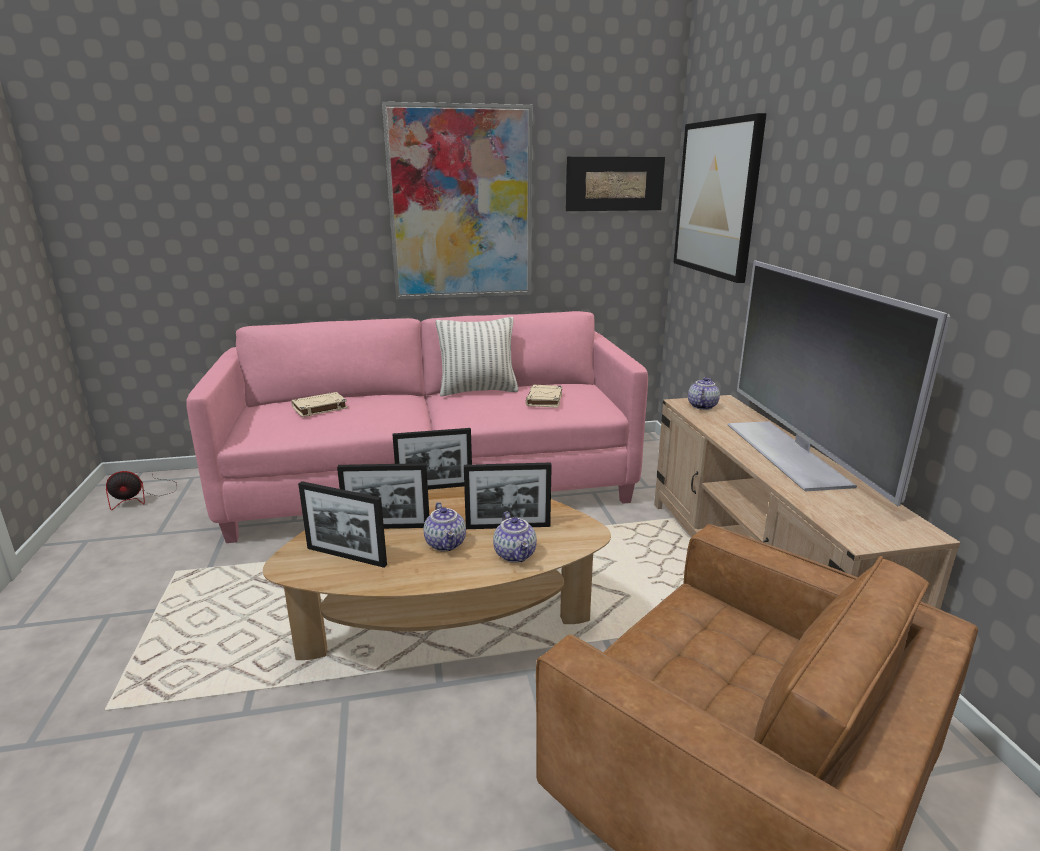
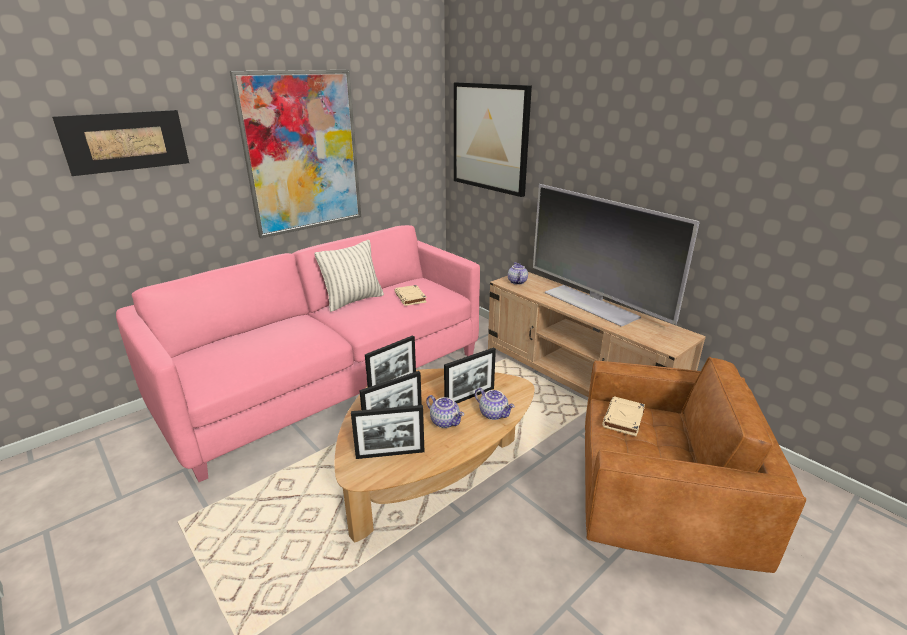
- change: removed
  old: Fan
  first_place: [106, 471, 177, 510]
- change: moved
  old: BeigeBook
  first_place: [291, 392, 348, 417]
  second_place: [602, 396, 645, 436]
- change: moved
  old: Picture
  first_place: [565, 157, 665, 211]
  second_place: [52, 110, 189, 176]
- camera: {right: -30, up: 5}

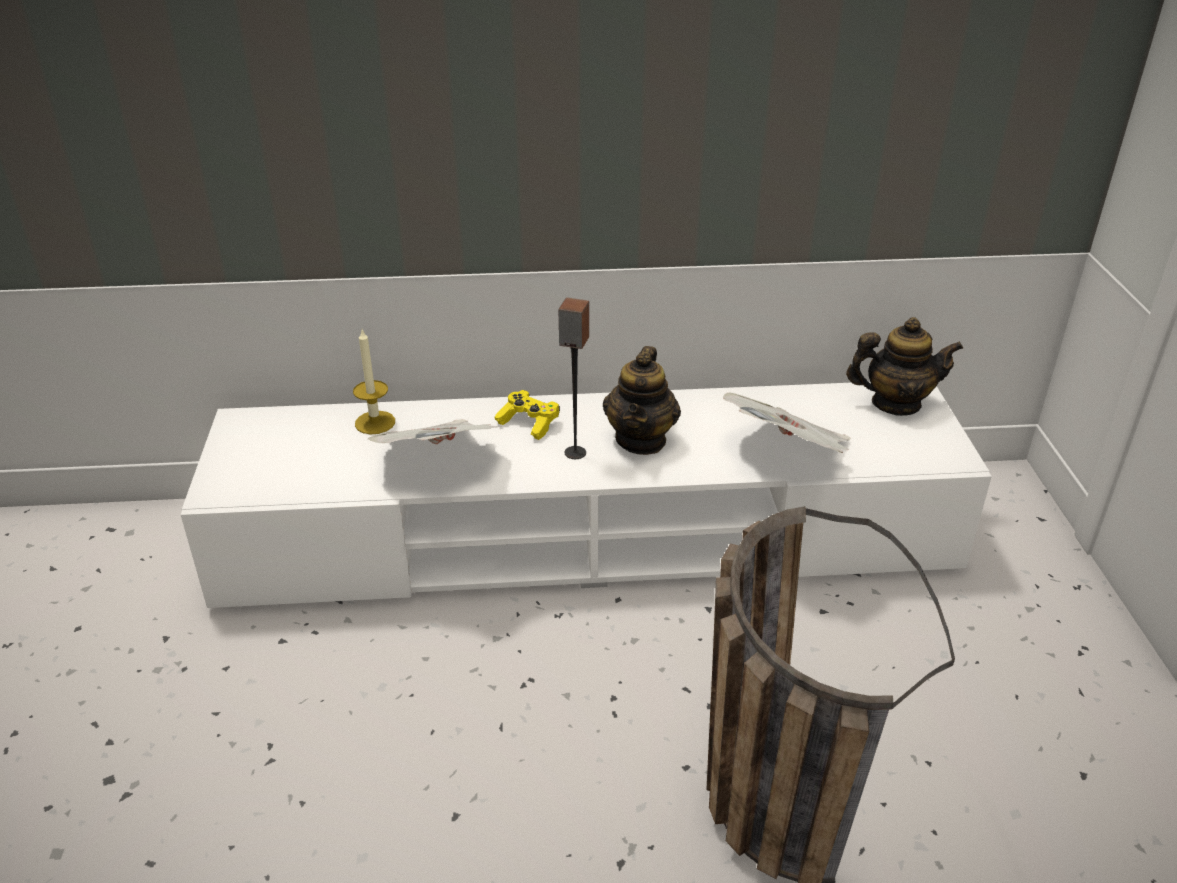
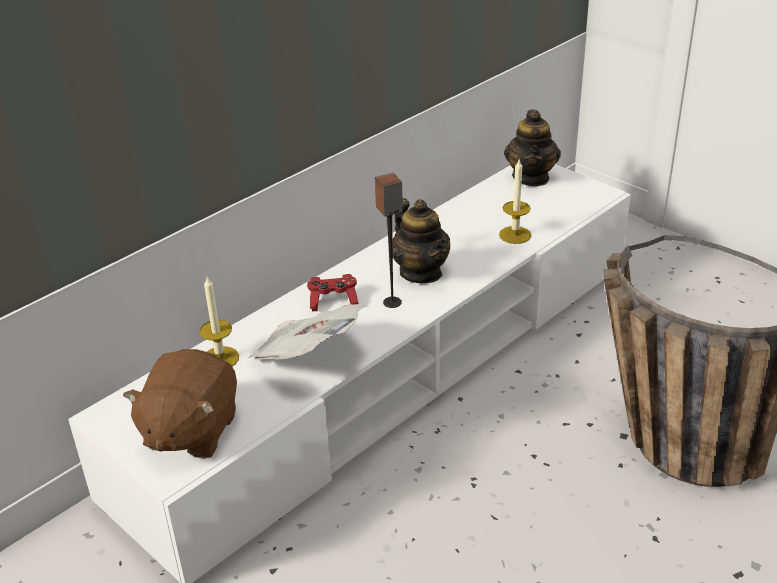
- change: added
  new: BrownPlushToy
  second_place: [123, 349, 237, 459]
- change: replaced
  old: Newspaper
  new: Candle
  first_place: [723, 392, 851, 453]
  second_place: [499, 160, 531, 244]
- change: recoloured
  old: YellowGameController
  new: RedGameController
  first_place: [494, 390, 560, 440]
  second_place: [307, 274, 359, 311]
- change: turned
  old: Teapot
  first_place: [846, 317, 963, 416]
  second_place: [504, 109, 561, 186]
  degrees: 135
- camera: {right: -40, up: 0}

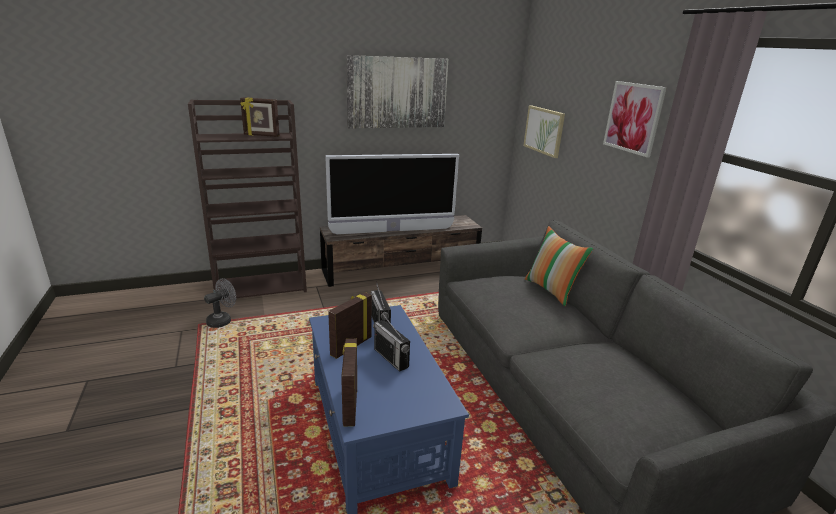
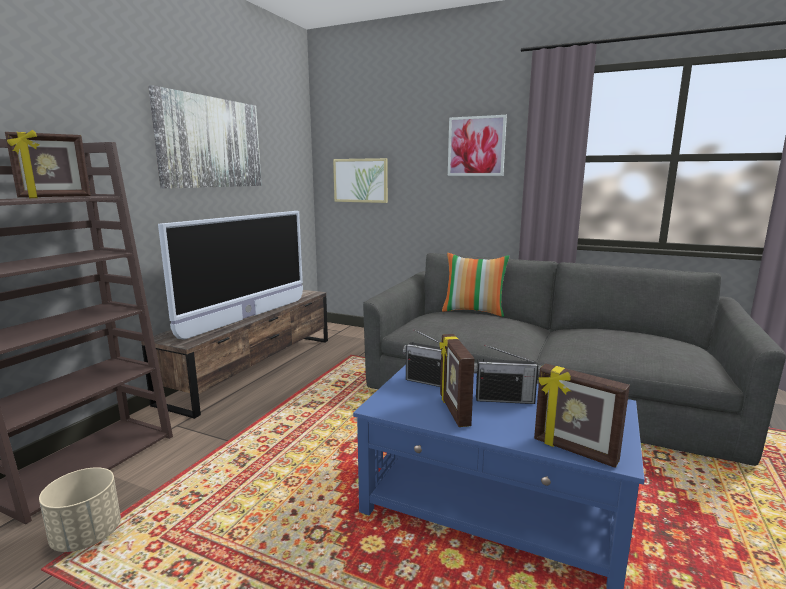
- change: replaced
  old: GreyFan
  new: BeigePlanter
  first_place: [204, 278, 236, 328]
  second_place: [39, 467, 121, 552]
- camera: {right: -45, up: -10}

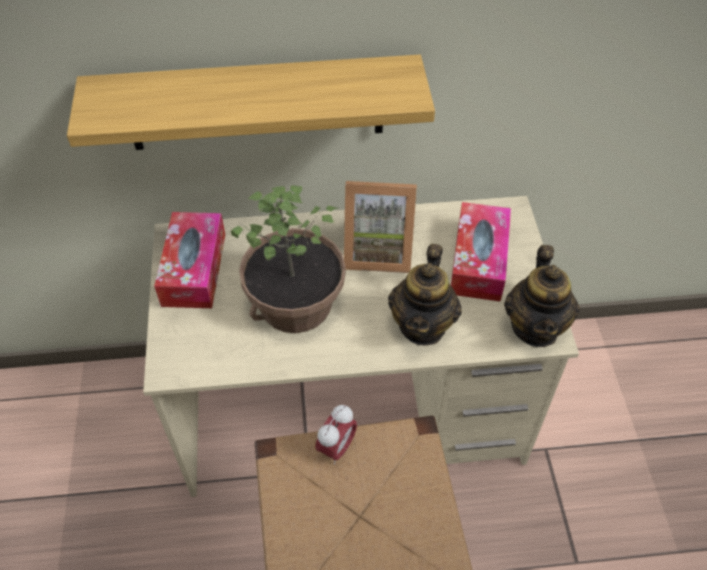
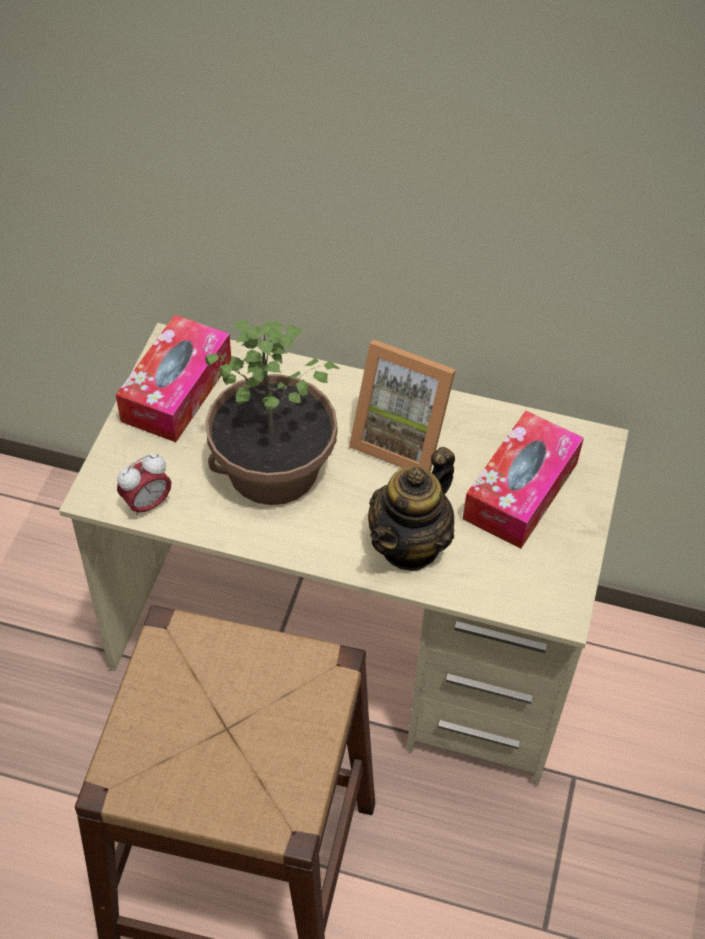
- change: removed
  old: Shelf
  first_place: [67, 55, 435, 150]
- change: removed
  old: Teapot
  first_place: [504, 245, 580, 347]
- change: moved
  old: AlarmClock
  first_place: [315, 405, 357, 465]
  second_place: [117, 454, 172, 519]
- camera: {right: 20, up: 0}

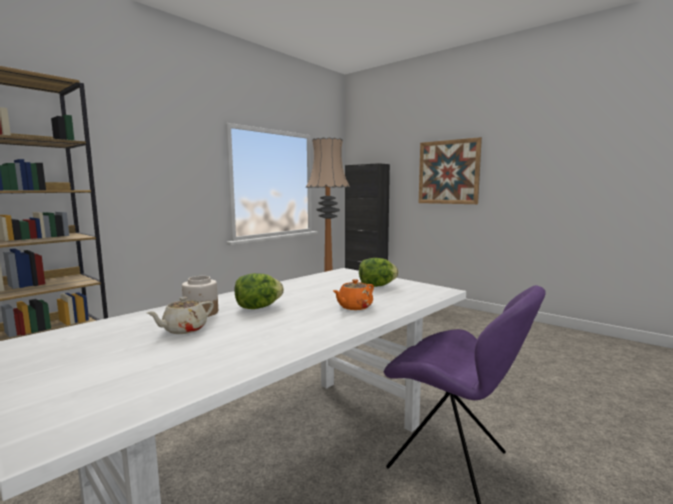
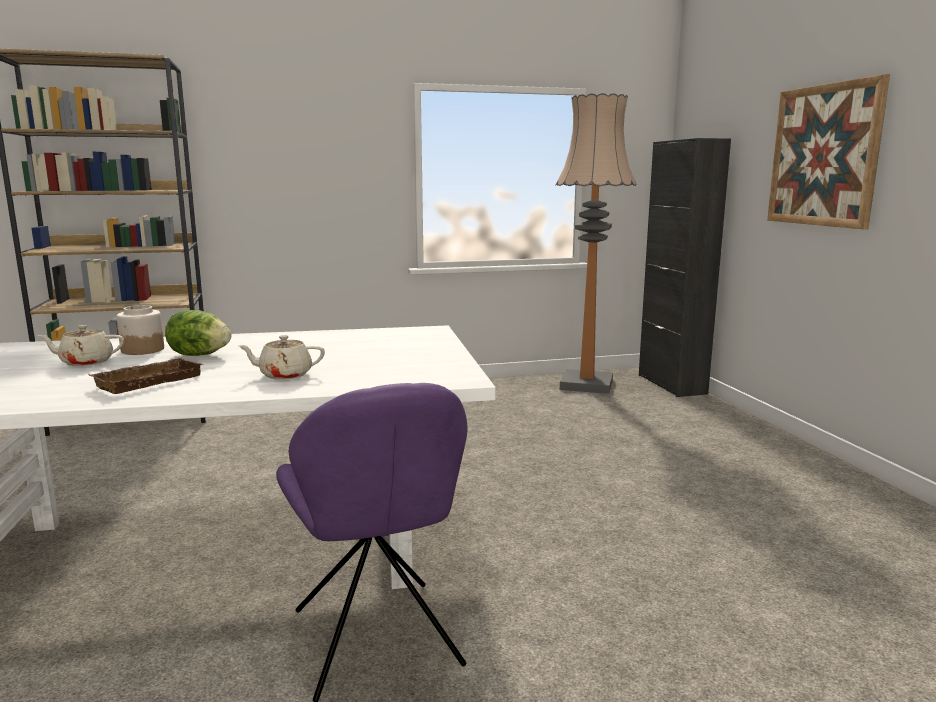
- change: removed
  old: Lettuce
  first_place: [359, 258, 399, 287]
- change: added
  new: BrownTray
  second_place: [88, 358, 204, 394]
- change: recoloured
  old: OrangeTeapot
  new: BeigeTeapot
  first_place: [333, 279, 374, 310]
  second_place: [239, 335, 325, 380]
- camera: {right: 35, up: 5}

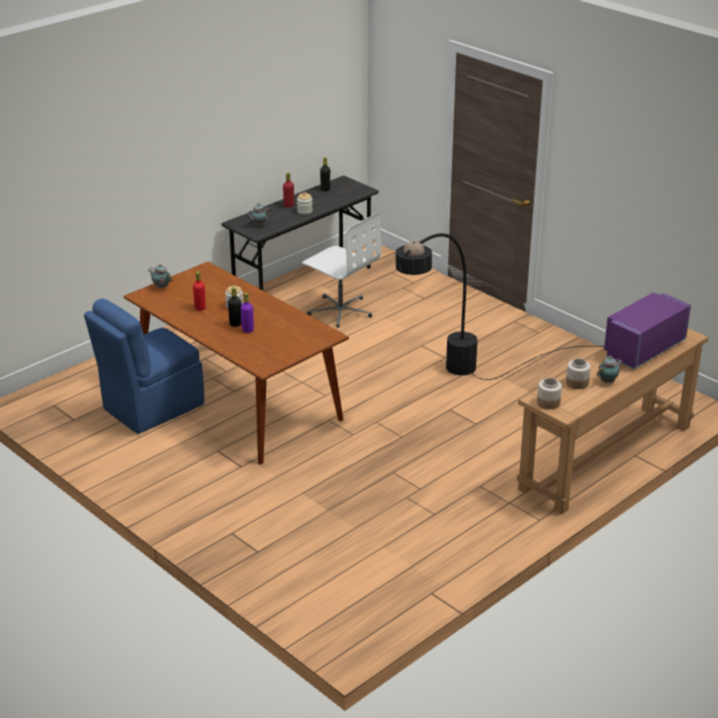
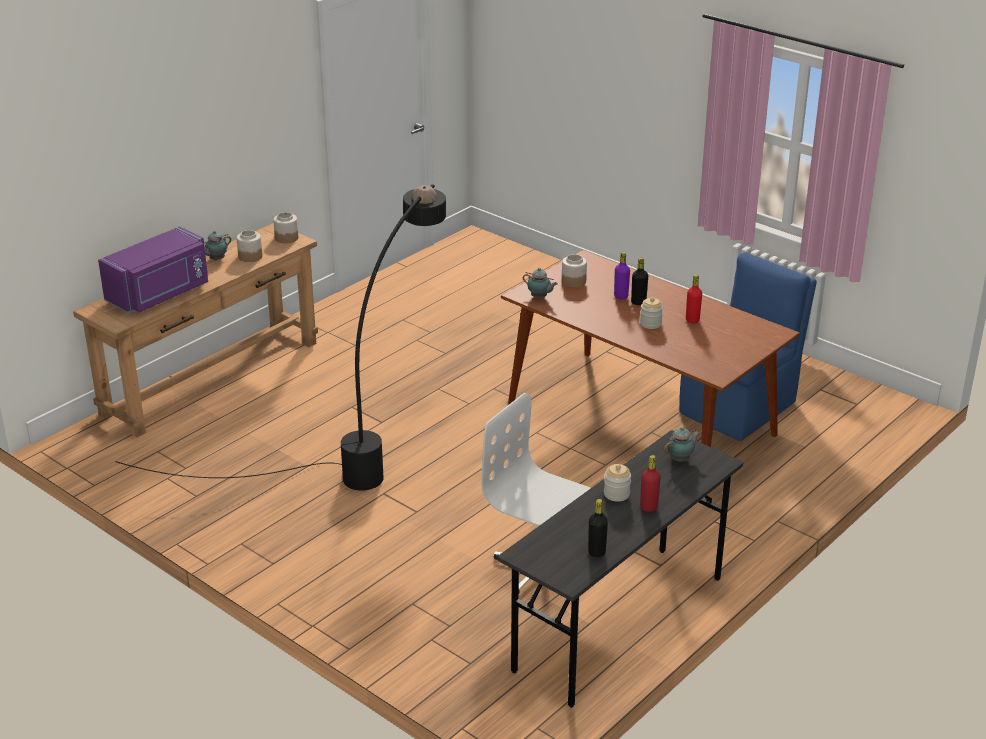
- change: added
  new: Jar
  second_place: [562, 254, 587, 287]
- change: moved
  old: Teapot
  first_place: [149, 264, 173, 288]
  second_place: [523, 268, 558, 298]
- camera: {right: 175, up: 0}

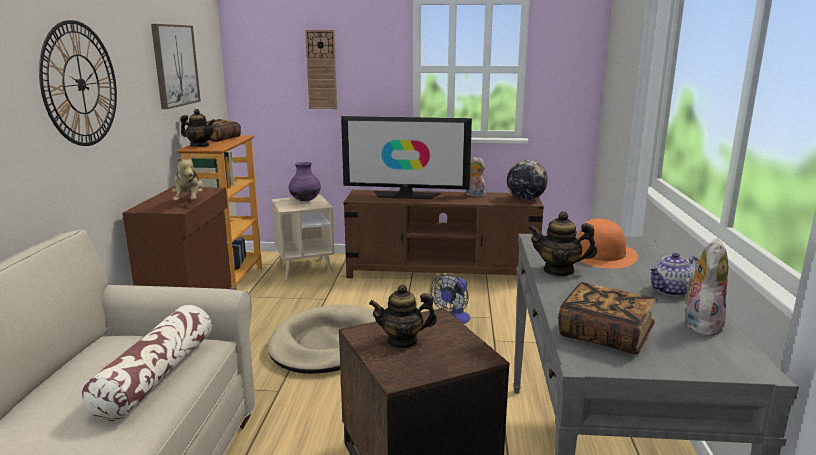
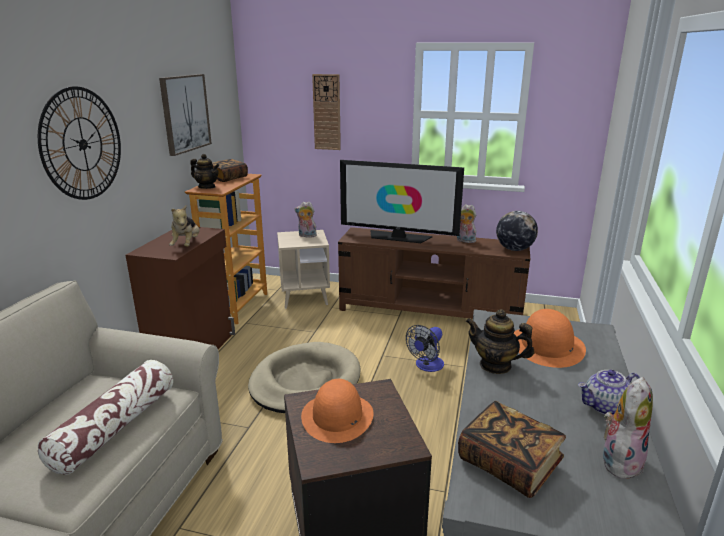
- change: replaced
  old: PurpleVase
  new: PlushToy
  first_place: [289, 162, 321, 201]
  second_place: [295, 202, 318, 237]
- change: replaced
  old: Teapot
  new: OrangeHat
  first_place: [369, 284, 437, 349]
  second_place: [301, 379, 374, 443]
- camera: {right: 10, up: 5}

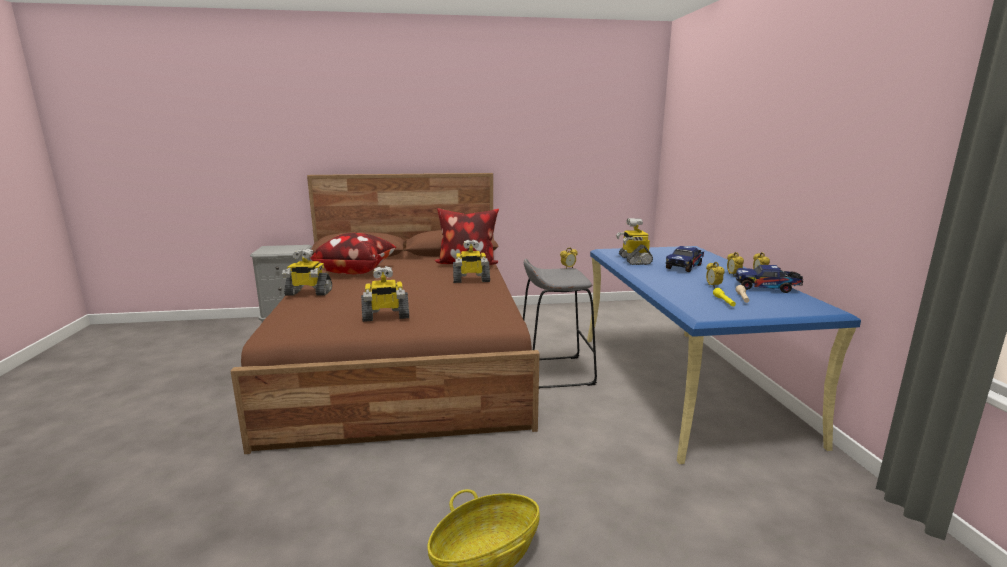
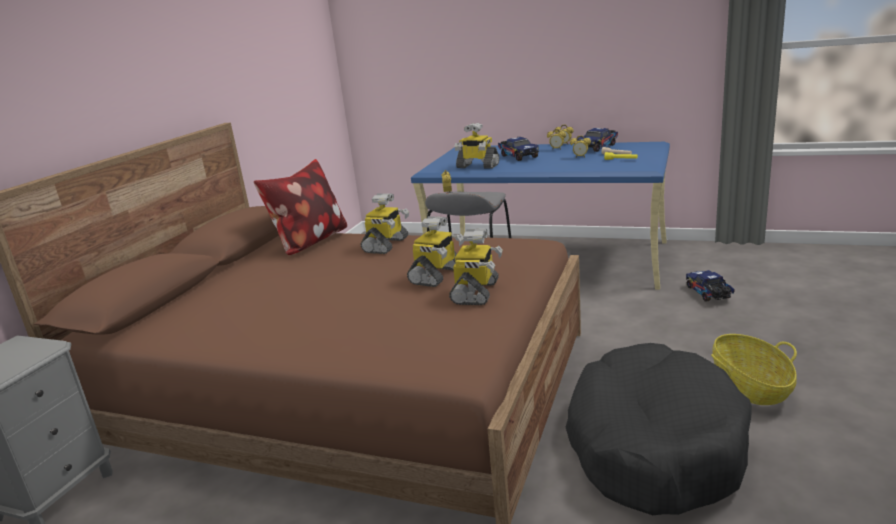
- change: removed
  old: Pillow
  first_place: [310, 233, 396, 274]
- change: added
  new: BlackDogBed
  second_place: [566, 343, 752, 515]
- change: added
  new: ToyTruck
  second_place: [686, 270, 735, 302]
- change: moved
  old: ToyRobot
  first_place: [282, 249, 332, 296]
  second_place: [407, 216, 464, 287]
- camera: {right: -60, up: 5}

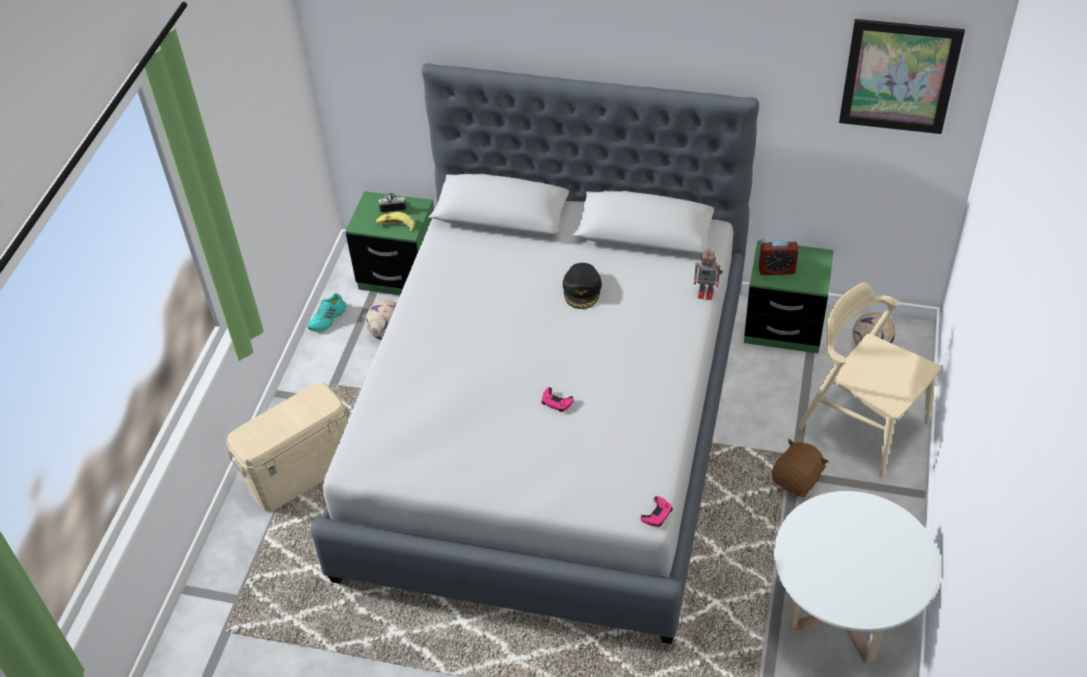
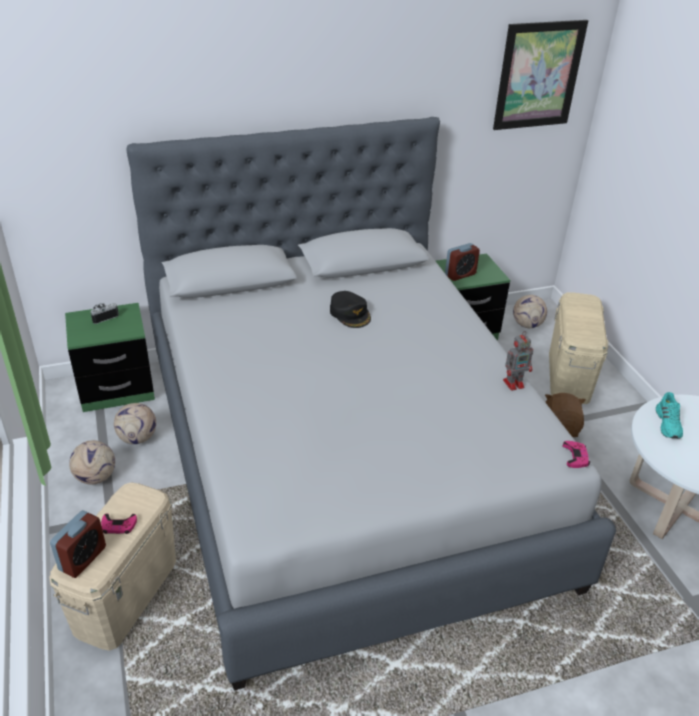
- change: removed
  old: Banana
  first_place: [376, 212, 415, 232]
- change: added
  new: AlarmClock
  second_place: [50, 510, 106, 578]
- change: added
  new: Football
  second_place: [69, 440, 115, 485]
- change: moved
  old: TurquoiseShoe
  first_place: [307, 293, 346, 332]
  second_place: [656, 392, 683, 439]
- change: moved
  old: PinkGameController
  first_place: [541, 387, 574, 412]
  second_place: [101, 514, 137, 534]
- change: moved
  old: ToyRobot
  first_place: [694, 249, 722, 300]
  second_place: [503, 331, 533, 391]
- change: replaced
  old: BeigeChair
  new: BeigeStorageBox
  first_place: [798, 282, 941, 478]
  second_place: [549, 292, 609, 404]
- camera: {right: -35, up: -10}

